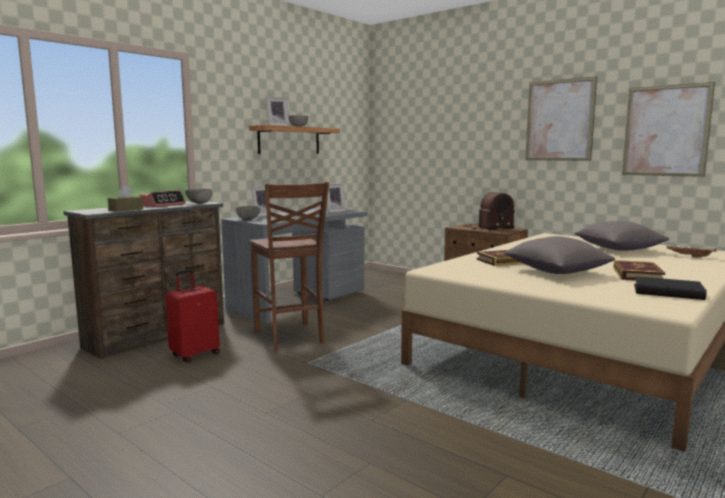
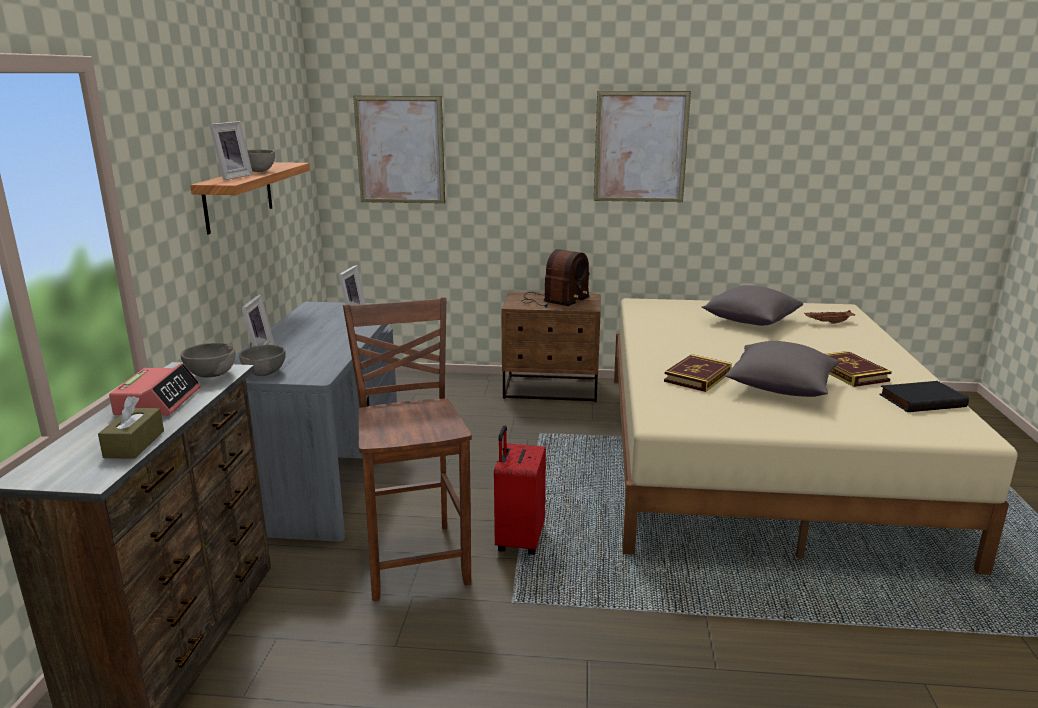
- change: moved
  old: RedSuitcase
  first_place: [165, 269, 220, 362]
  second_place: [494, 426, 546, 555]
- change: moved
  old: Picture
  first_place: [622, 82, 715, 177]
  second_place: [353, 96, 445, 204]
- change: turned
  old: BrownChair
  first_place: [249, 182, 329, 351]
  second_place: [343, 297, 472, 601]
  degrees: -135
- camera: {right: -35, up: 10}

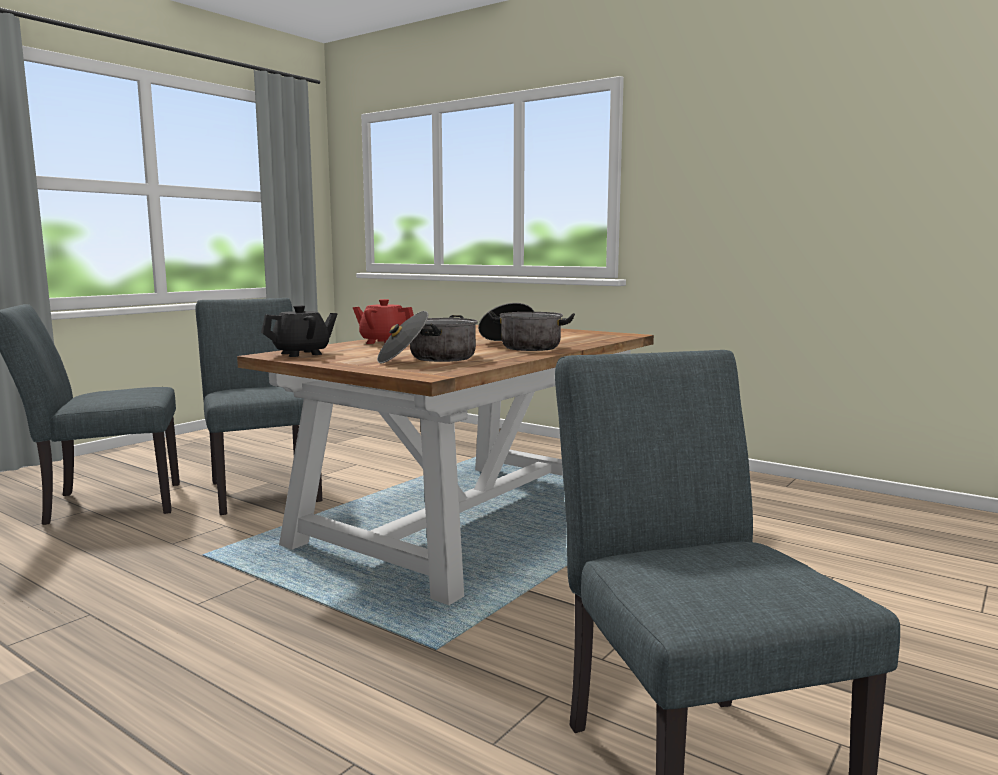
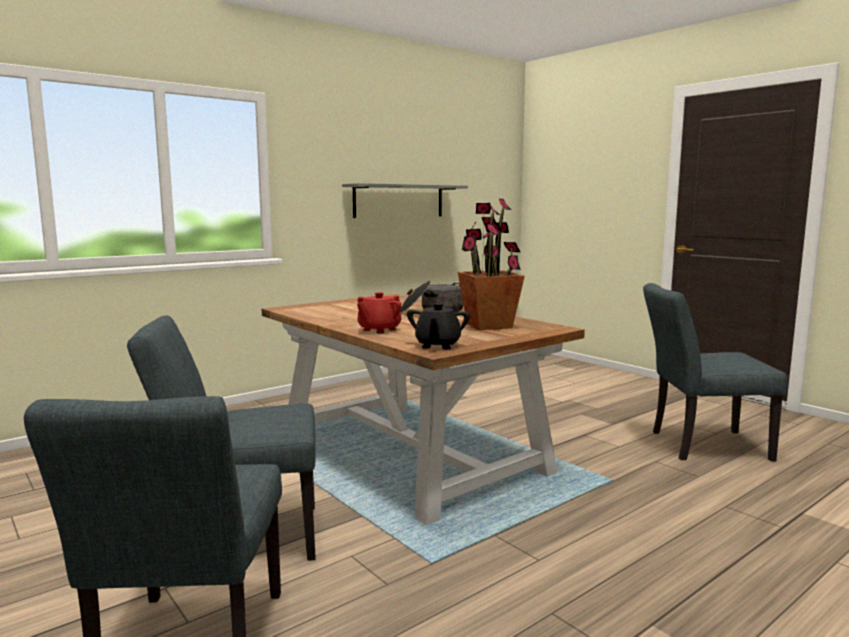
- change: added
  new: GreyShelf
  second_place: [342, 183, 468, 218]
- change: replaced
  old: CookingPot
  new: PottedPlant
  first_place: [377, 311, 478, 363]
  second_place: [458, 199, 525, 330]
- change: turned
  old: BlackTeapot
  first_place: [261, 305, 337, 357]
  second_place: [407, 303, 470, 349]
  degrees: -150
- camera: {right: -75, up: 0}

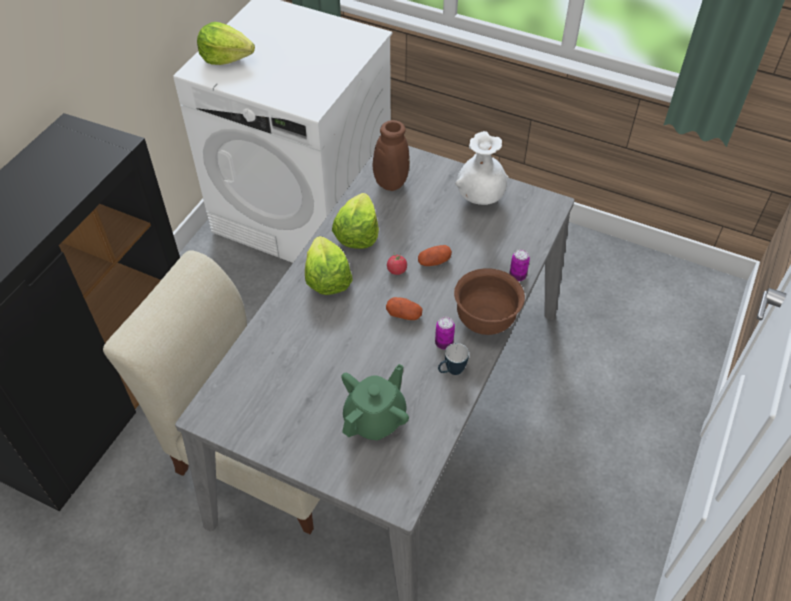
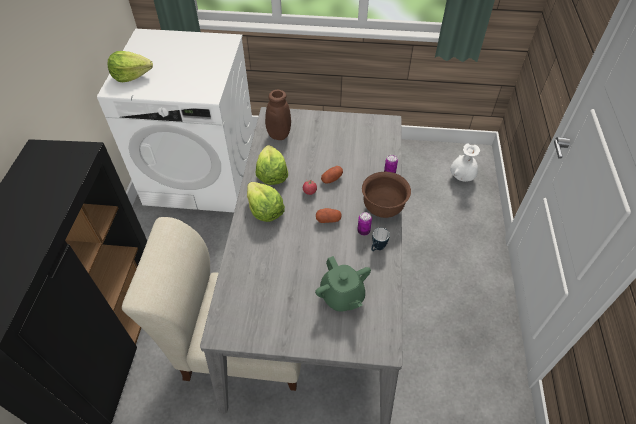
- change: moved
  old: WhiteVase
  first_place: [455, 131, 509, 205]
  second_place: [450, 143, 480, 182]
- change: turned
  old: GreenTeapot
  first_place: [341, 364, 409, 441]
  second_place: [315, 256, 371, 312]
  degrees: 135
- camera: {right: -20, up: 0}

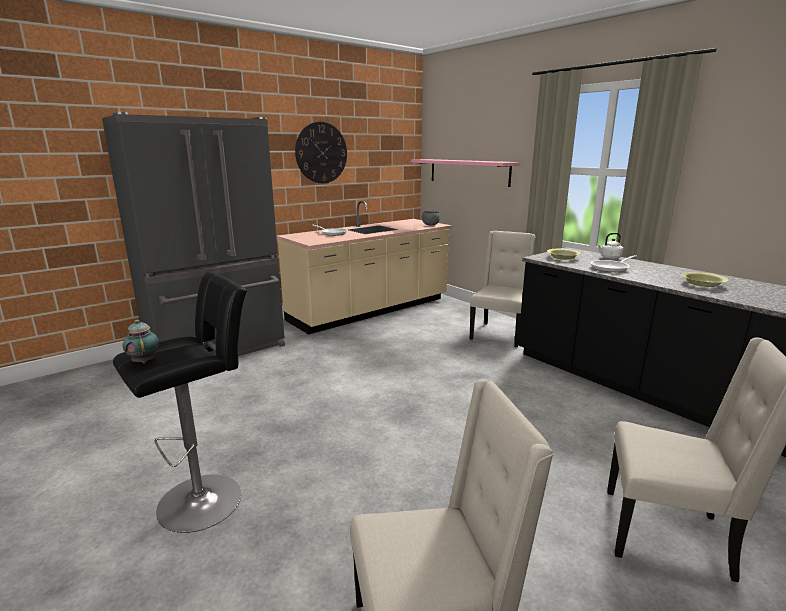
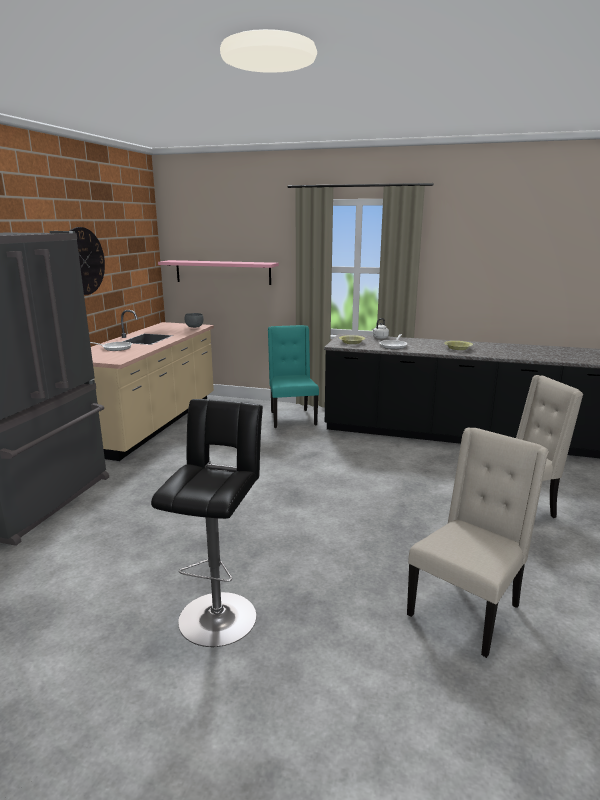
- change: removed
  old: Teapot
  first_place: [123, 320, 159, 364]
- change: recoloured
  old: BeigeChair
  new: TurquoiseChair
  first_place: [470, 231, 536, 347]
  second_place: [268, 325, 319, 428]
- camera: {right: -35, up: 0}

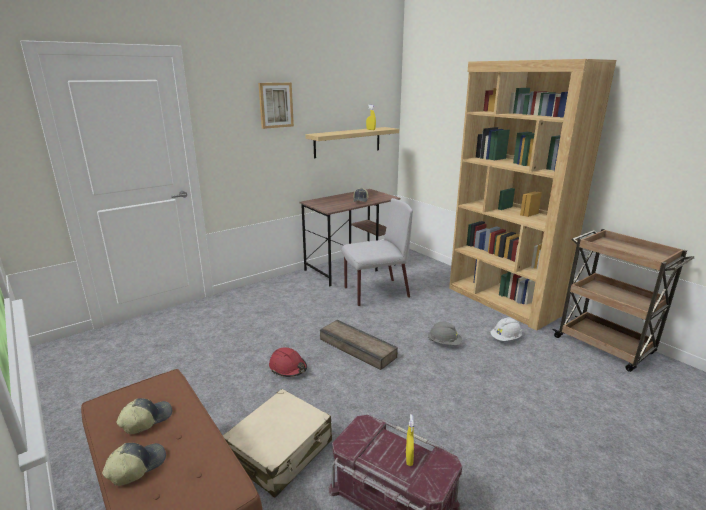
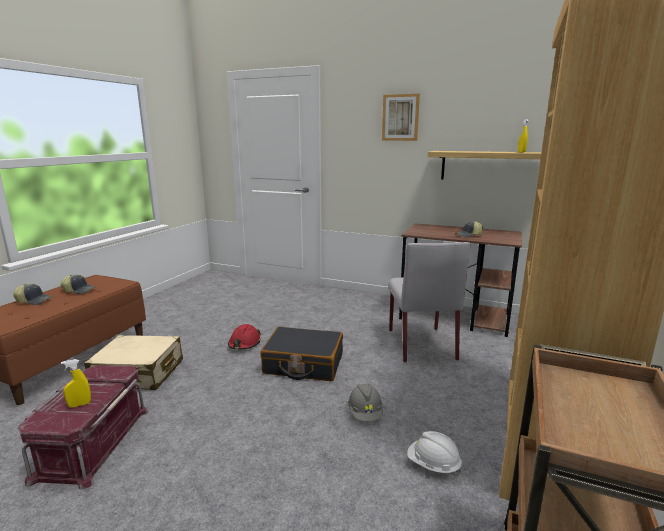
- change: replaced
  old: Crate
  new: BlackSuitcase
  first_place: [320, 320, 398, 370]
  second_place: [260, 327, 343, 381]
- change: turned
  old: GreyChair
  first_place: [342, 198, 413, 306]
  second_place: [388, 242, 470, 363]
  degrees: 45
- camera: {right: 60, up: -5}

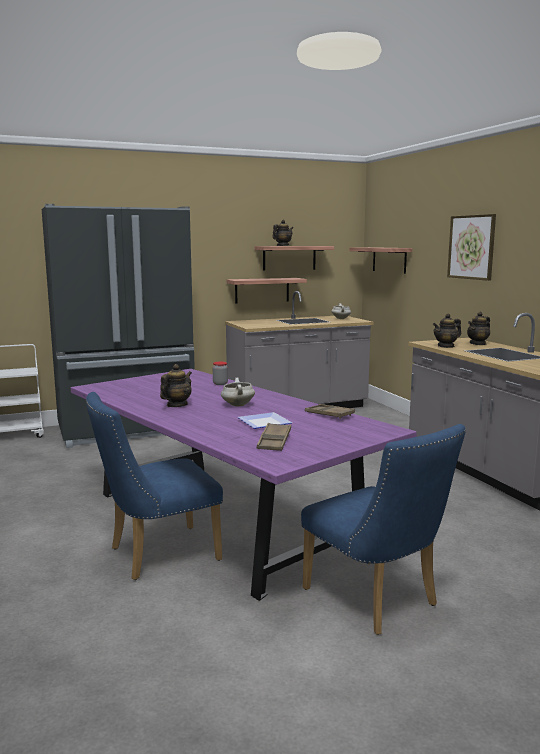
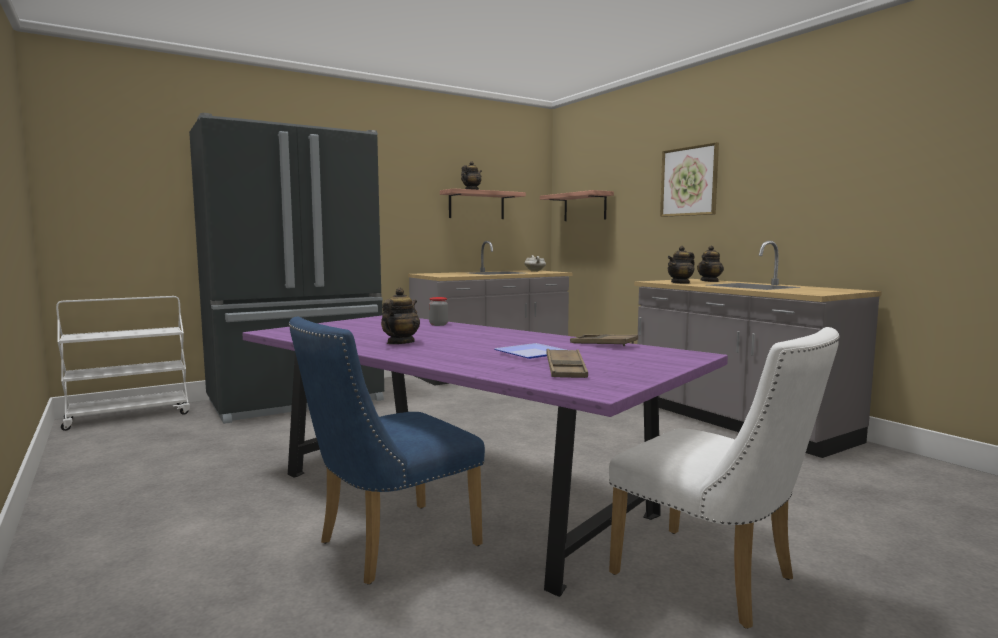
- change: removed
  old: WhiteCookingPot
  first_place: [221, 378, 255, 407]
- change: removed
  old: Shelf
  first_place: [226, 278, 307, 304]
- change: recoloured
  old: BlueChair
  new: WhiteChair
  first_place: [301, 424, 466, 635]
  second_place: [609, 327, 840, 629]
- camera: {right: -10, up: -5}

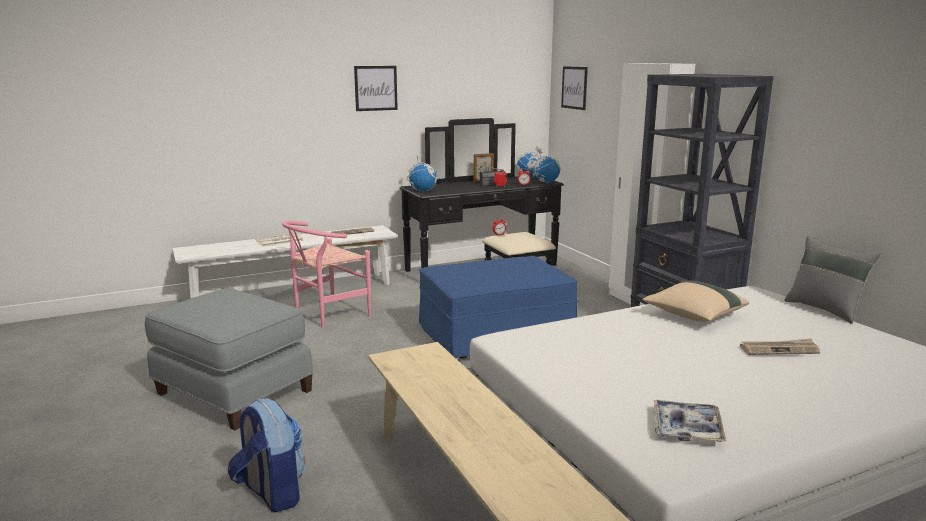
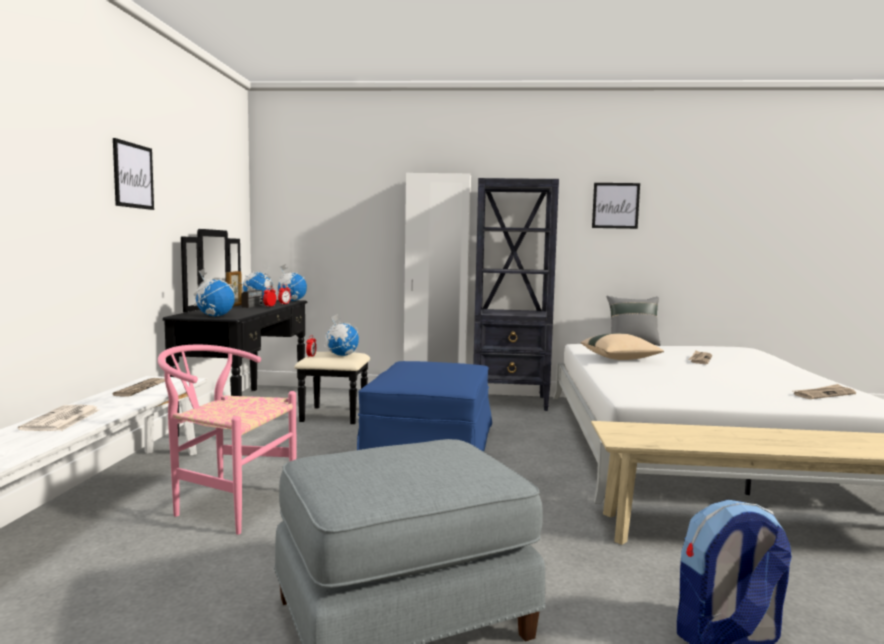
- change: added
  new: Globe
  second_place: [324, 314, 359, 356]
- change: moved
  old: Picture
  first_place: [561, 66, 588, 110]
  second_place: [592, 183, 640, 229]
- change: replaced
  old: Tray
  new: Newspaper
  first_place: [654, 400, 726, 442]
  second_place: [793, 384, 856, 399]
- change: turned
  old: PinkChair
  first_place: [282, 221, 371, 328]
  second_place: [158, 345, 296, 535]
  degrees: 120
- camera: {right: -60, up: -10}

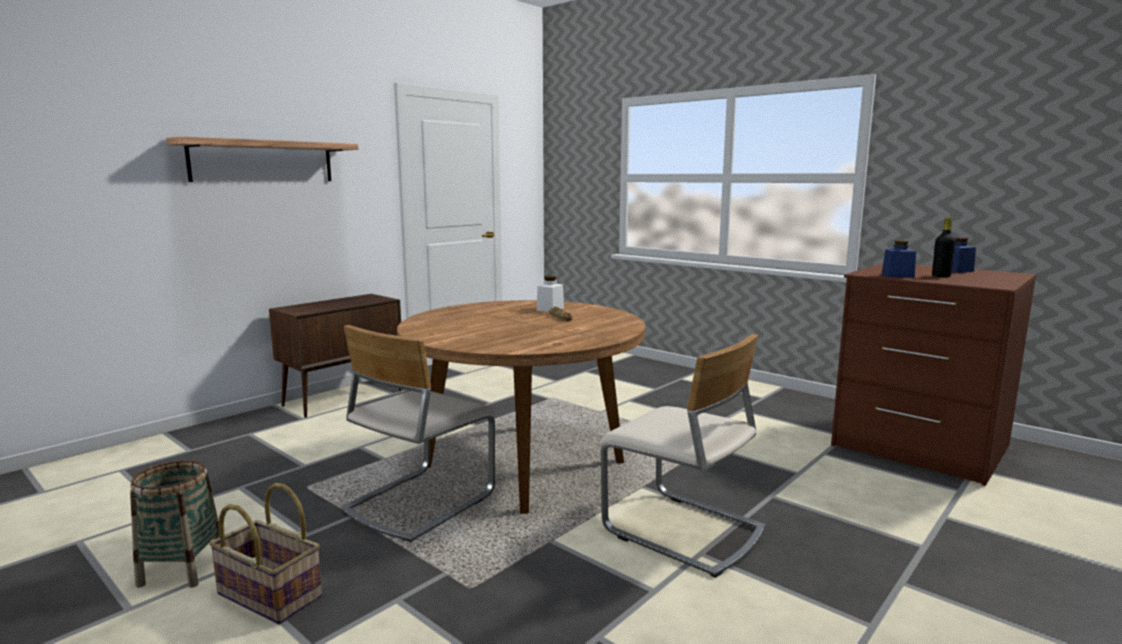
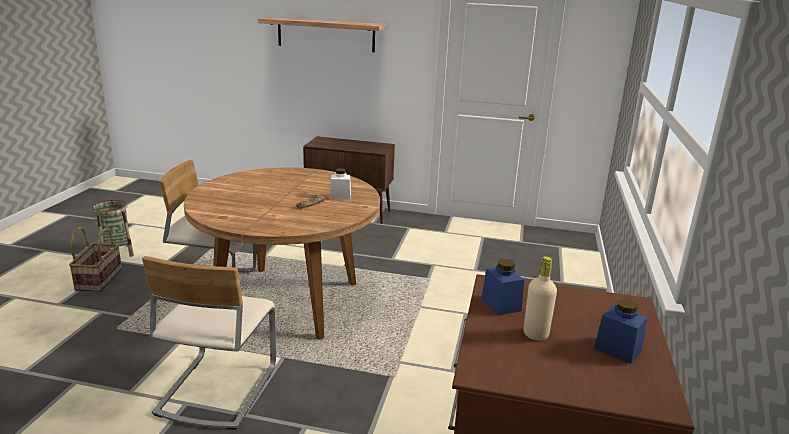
- change: recoloured
  old: BlackBottle
  new: BeigeBottle
  first_place: [932, 218, 956, 277]
  second_place: [523, 256, 557, 341]
- camera: {right: 60, up: 10}

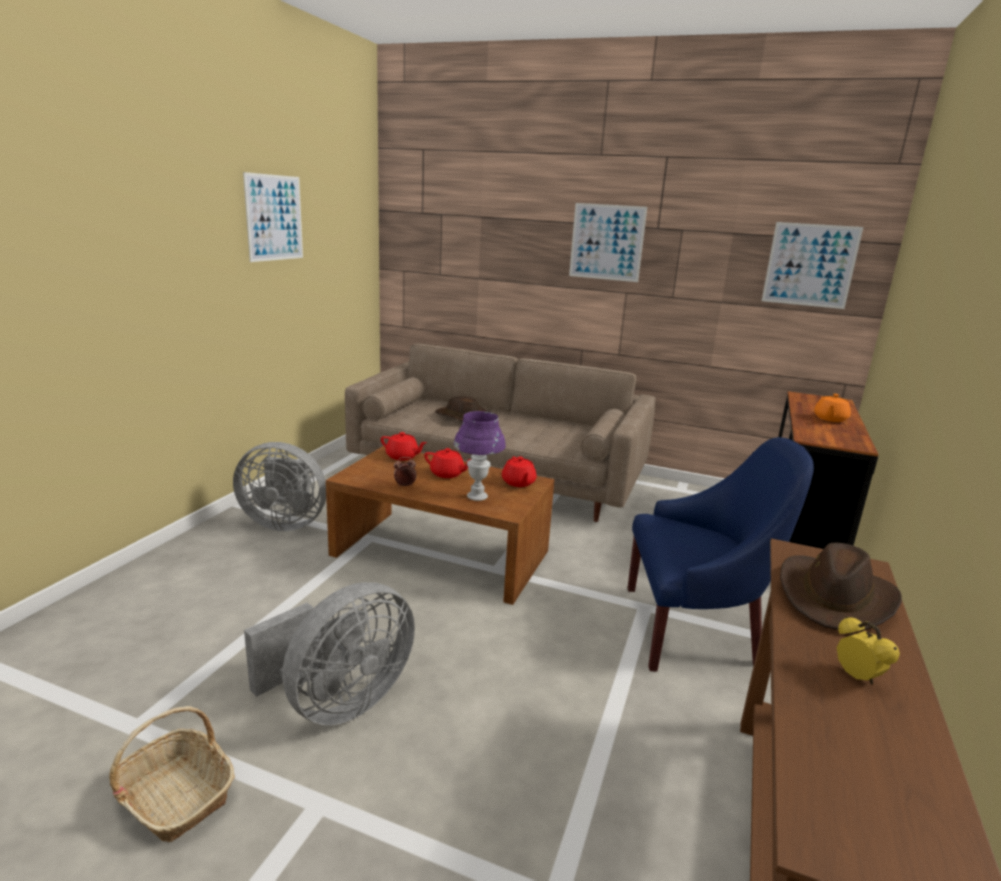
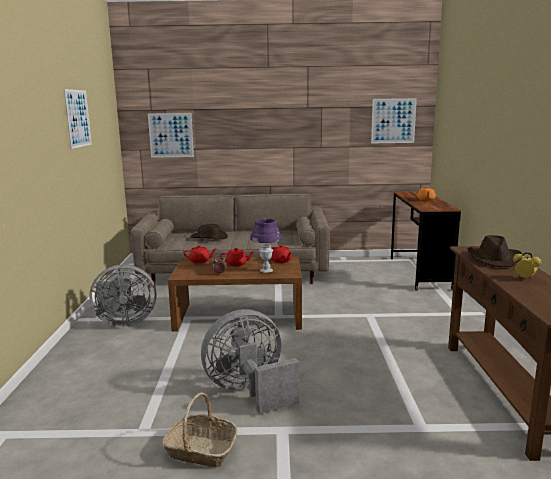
- change: removed
  old: BlueArmchair
  first_place: [628, 437, 814, 672]
- change: moved
  old: Picture
  first_place: [569, 203, 647, 282]
  second_place: [148, 113, 194, 158]
- change: turned
  old: GreyFan
  first_place: [244, 582, 415, 725]
  second_place: [201, 309, 300, 414]
  degrees: -135
- camera: {right: -20, up: -5}

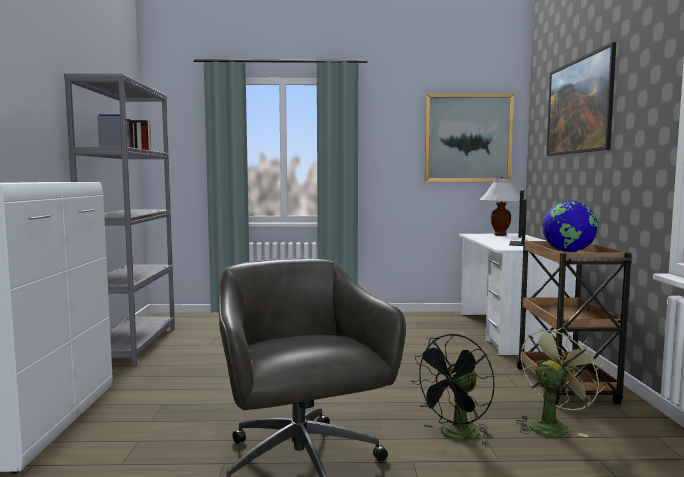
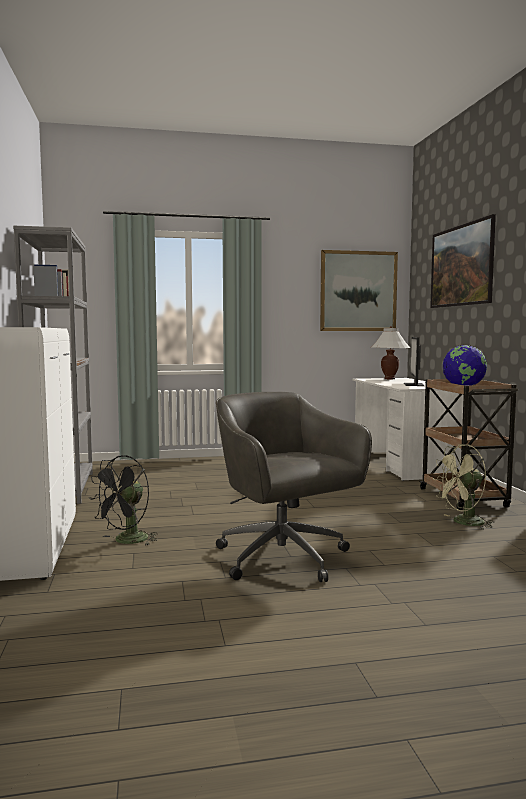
- change: moved
  old: BlackFan
  first_place: [412, 334, 495, 446]
  second_place: [89, 455, 158, 546]
- change: turned
  old: GreenFan
  first_place: [515, 326, 605, 437]
  second_place: [433, 444, 494, 530]
  degrees: -150
- camera: {right: -10, up: 0}

